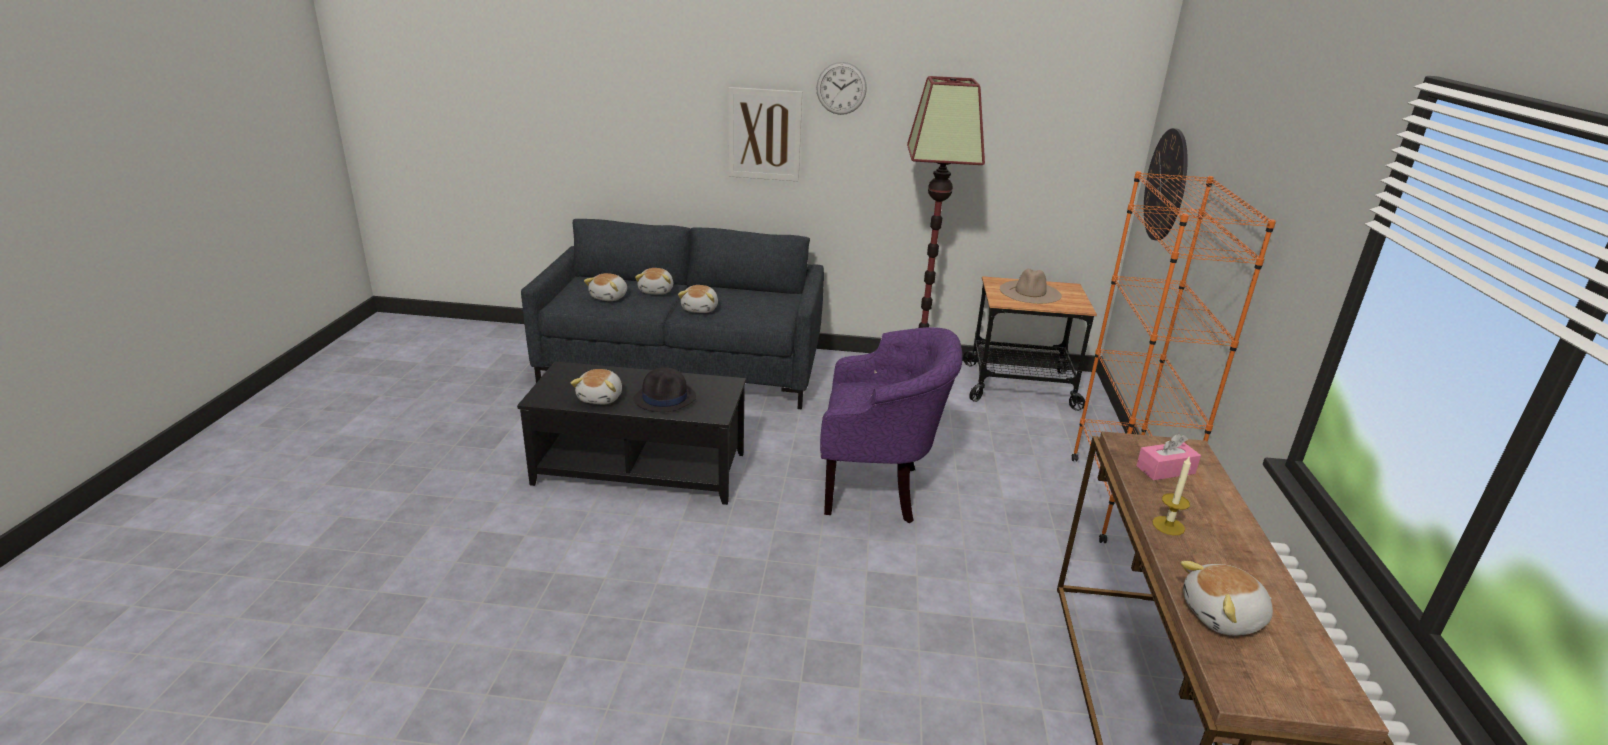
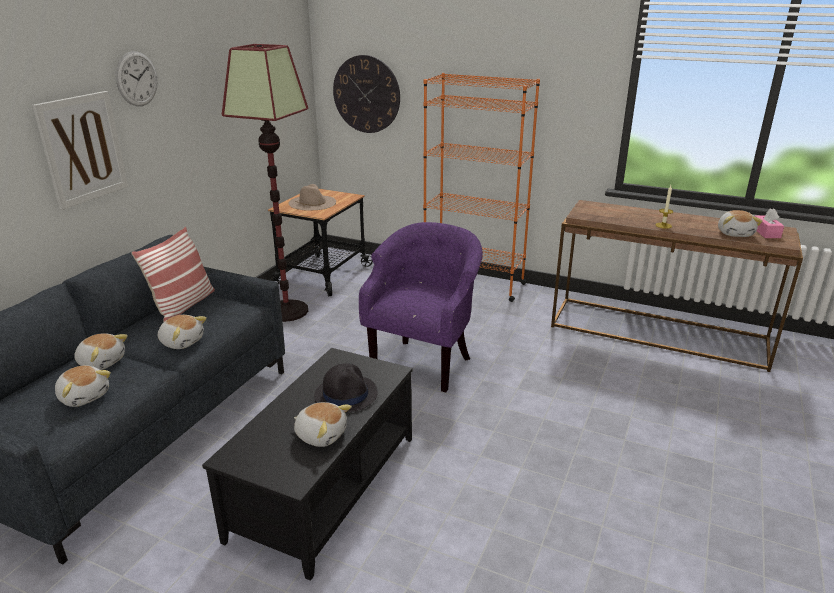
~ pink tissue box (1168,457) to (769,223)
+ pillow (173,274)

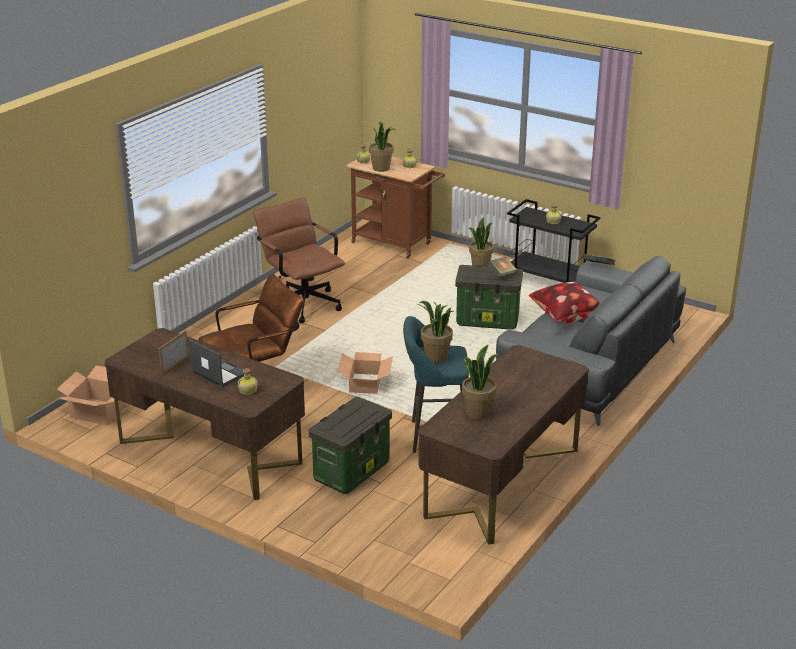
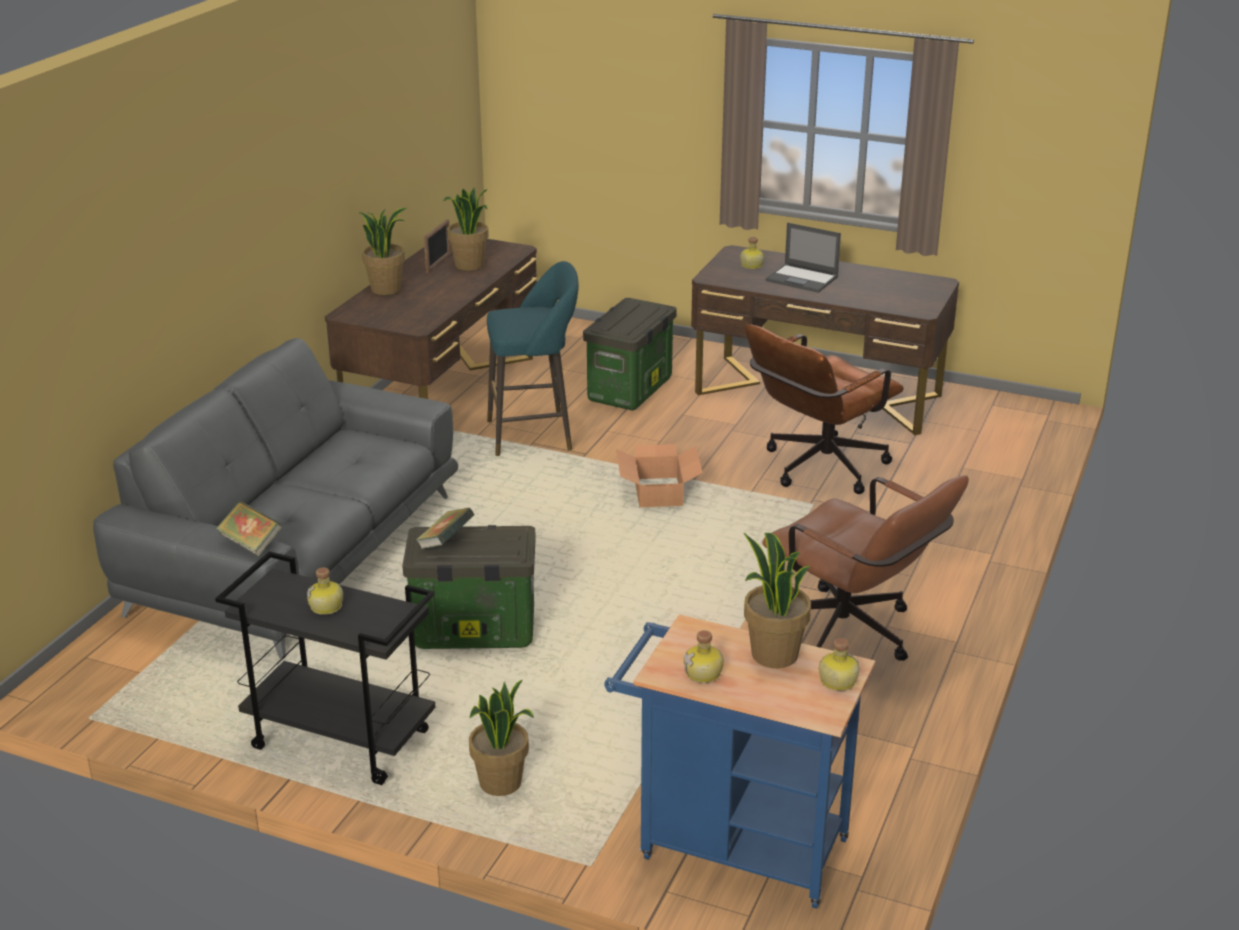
- cardboard box (92,395)
~ picture frame (173,352) to (437,246)
~ brown cart (395,206) to blue cart (739,762)
~ potted plant (436,332) to (382,251)
- pillow (564,302)

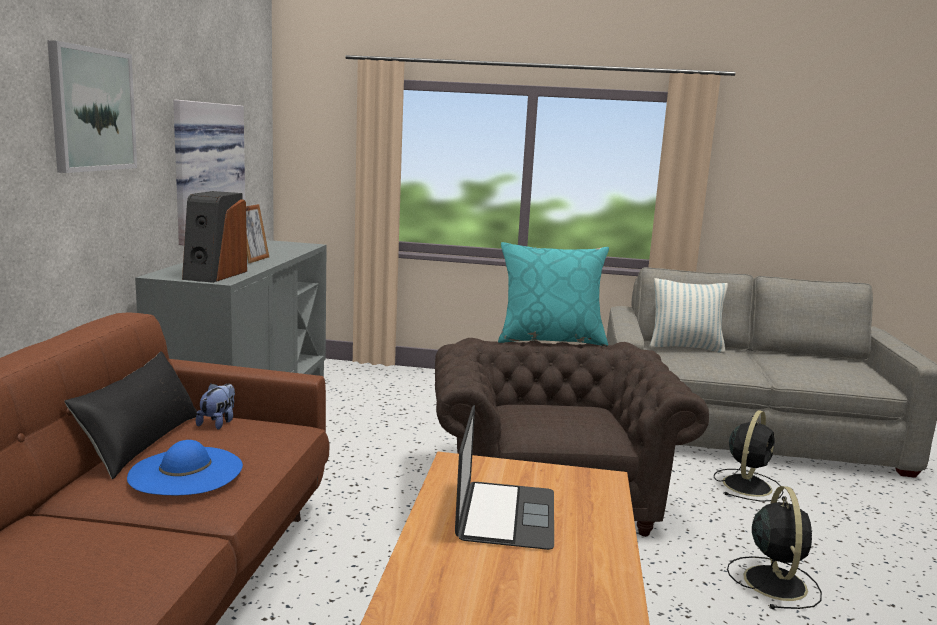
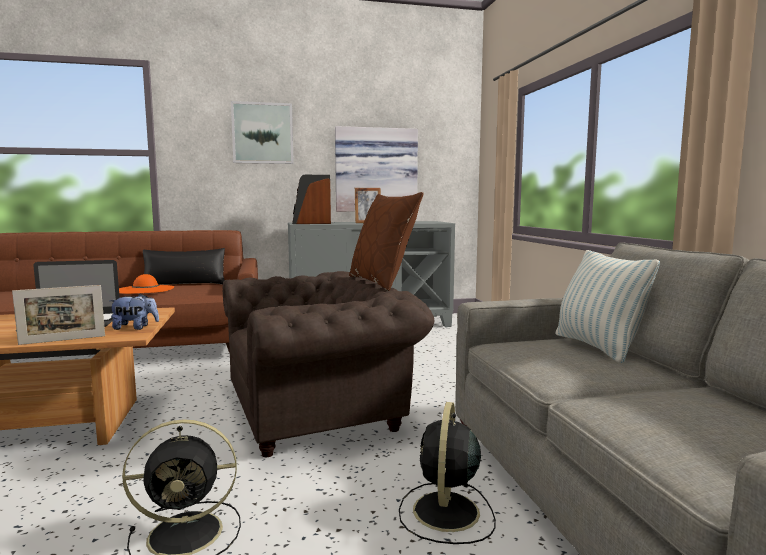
~ blue hat (185,468) to orange hat (146,284)
~ plush toy (215,406) to (134,311)
~ turquoise pillow (553,294) to brown pillow (386,241)
~ black fan (748,456) = (447,473) 90 degrees clockwise
+ picture frame (58,315)

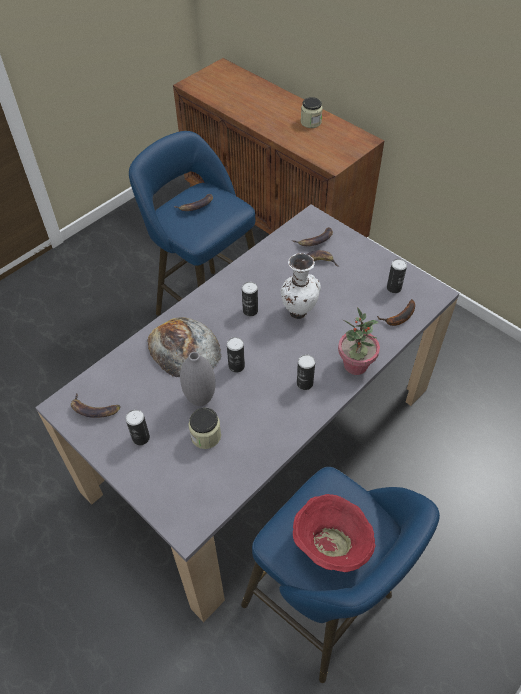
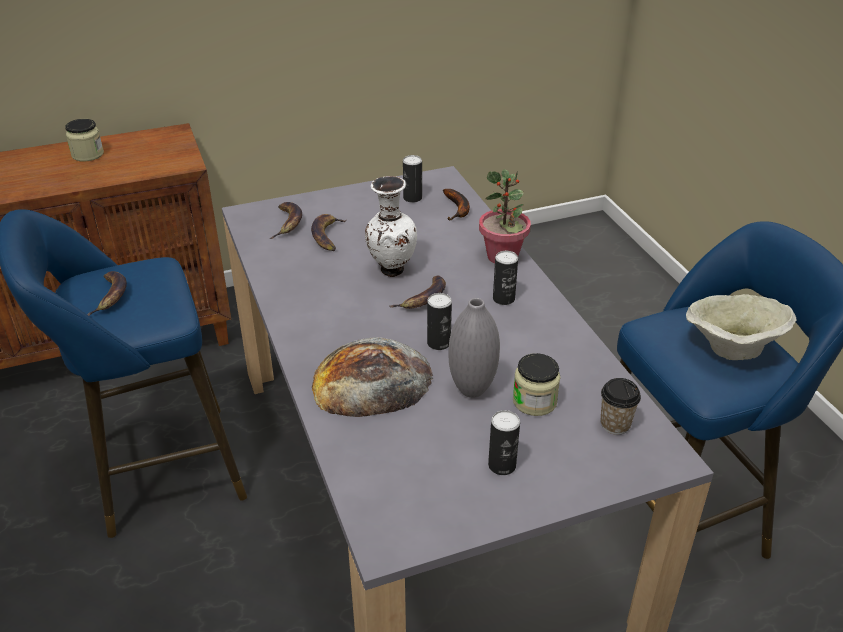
~ banana (96,405) to (417,292)
- can (250,299)
~ red bowl (334,533) to beige bowl (741,327)
+ cup (620,406)

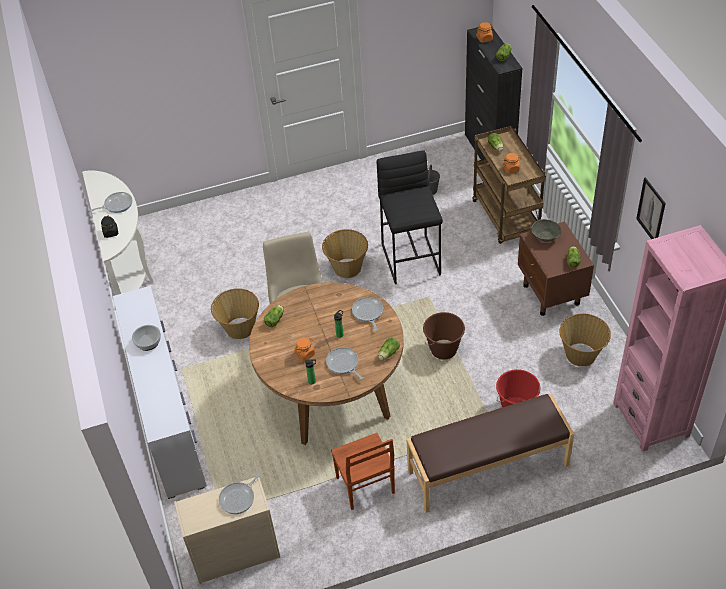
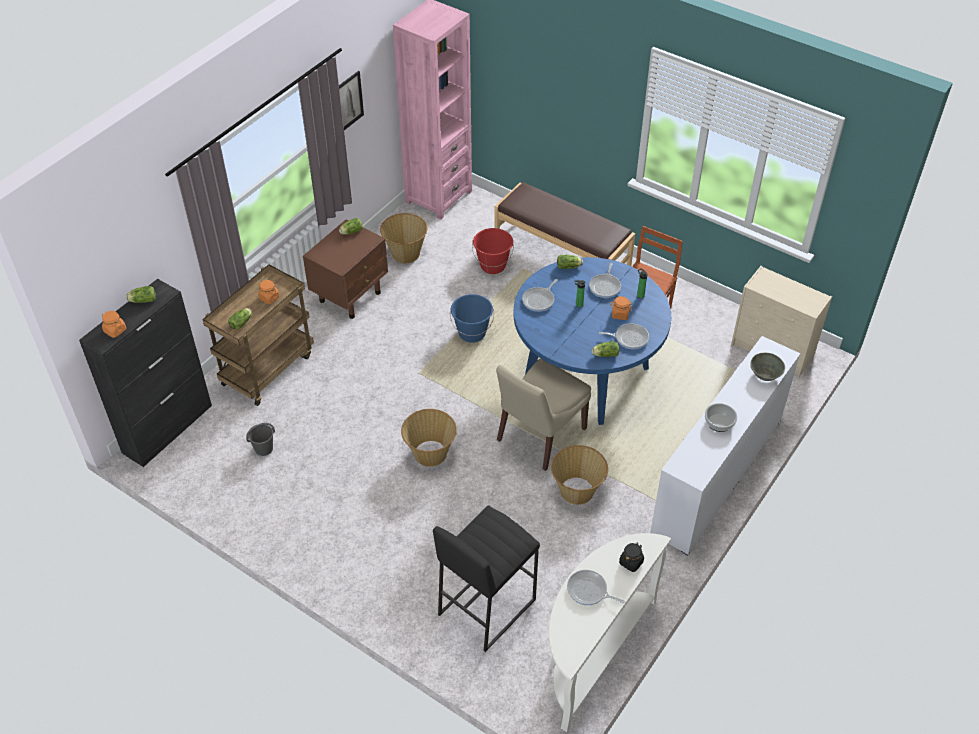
~ frying pan (240,493) to (624,336)
~ brown dining table (326,363) to blue dining table (592,341)
~ black stool (410,217) to (486,578)
~ brown bucket (444,336) to blue bucket (472,318)
~ grey bowl (546,230) to (767,367)

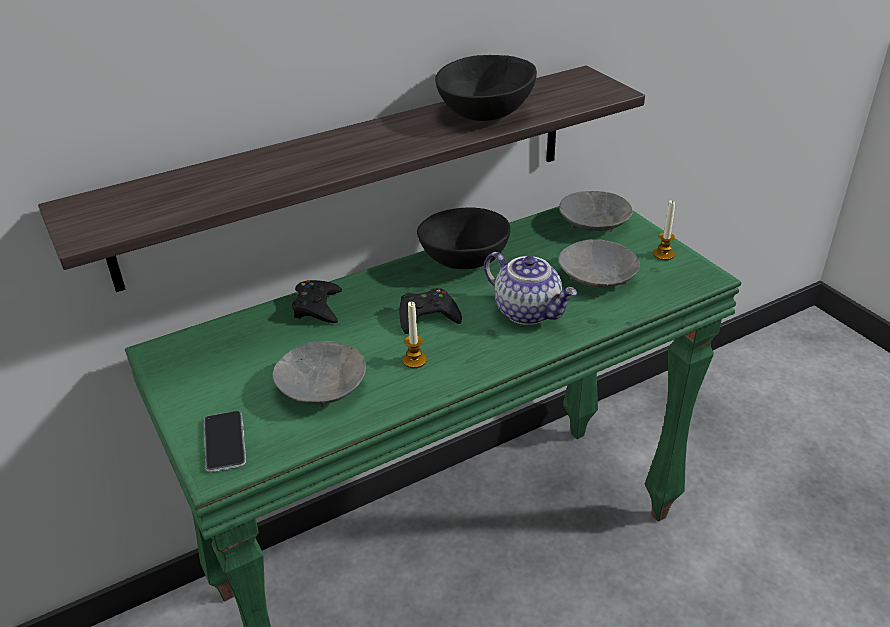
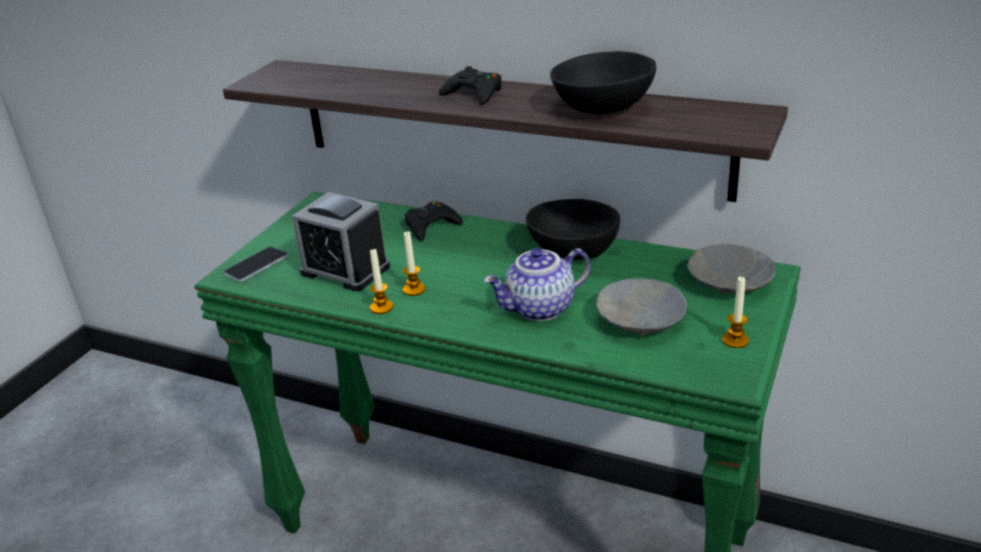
~ grey bowl (319,374) to alarm clock (341,242)
~ black game controller (431,311) to (470,85)
~ teapot (530,288) = (537,284) 60 degrees clockwise
+ candle (381,281)

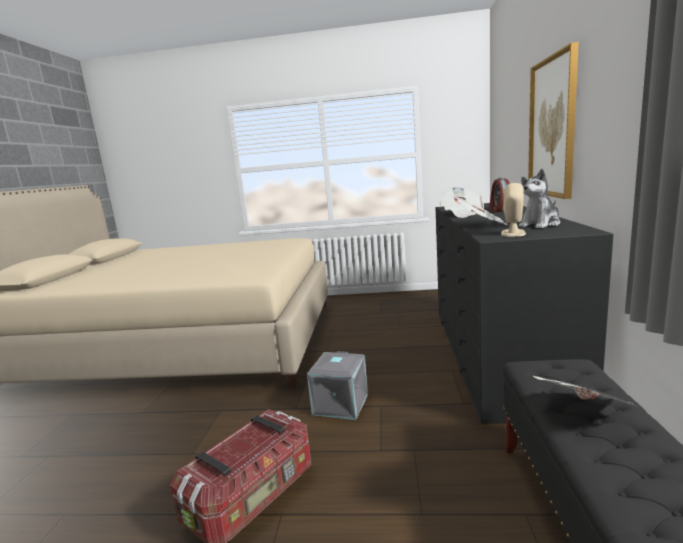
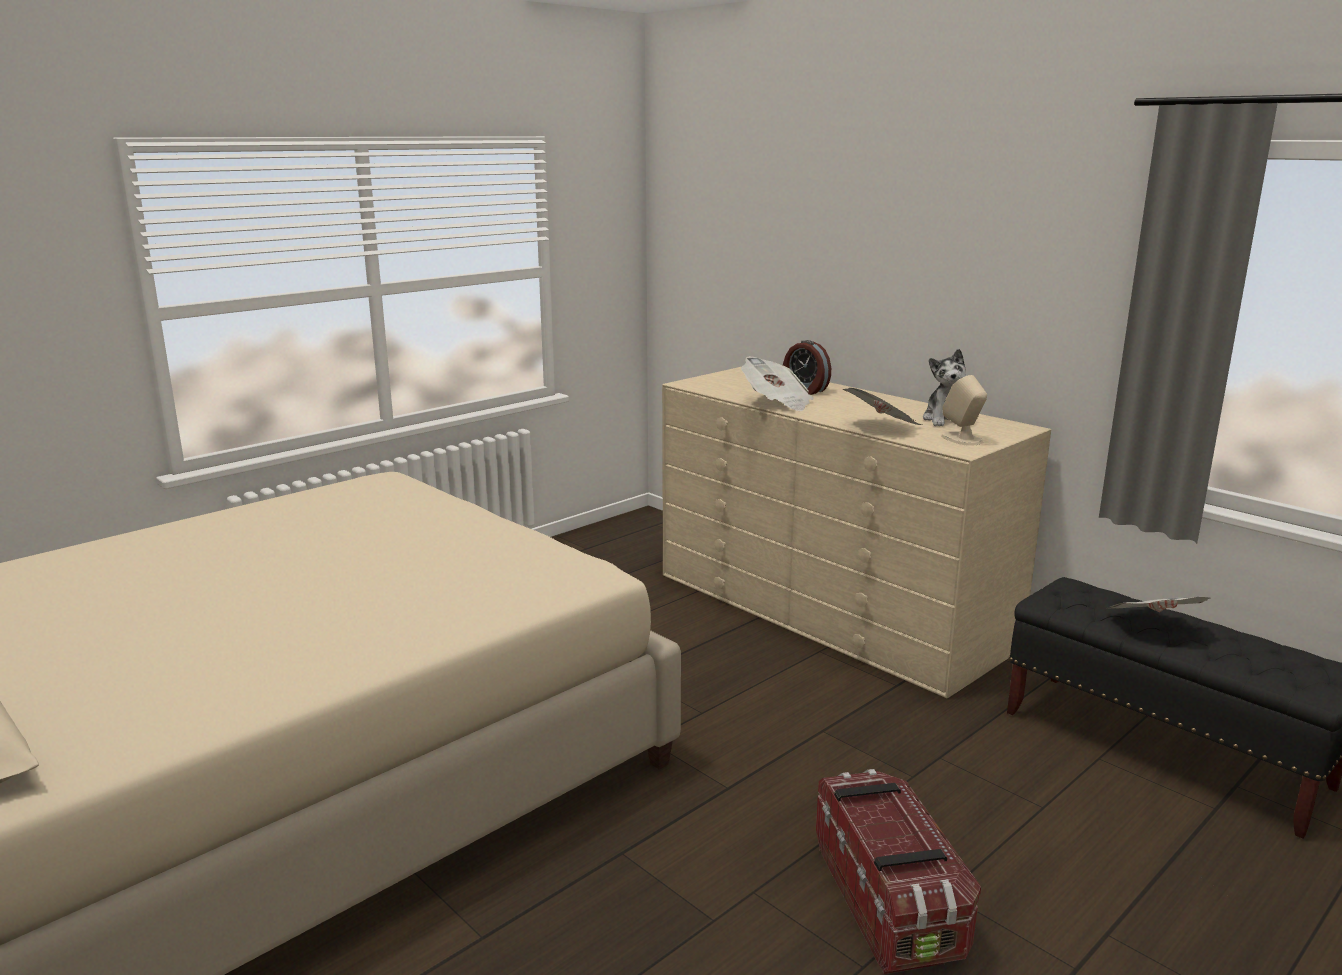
- grey storage box (337,385)
~ black dresser (524,313) to beige dresser (856,532)
- picture (553,120)

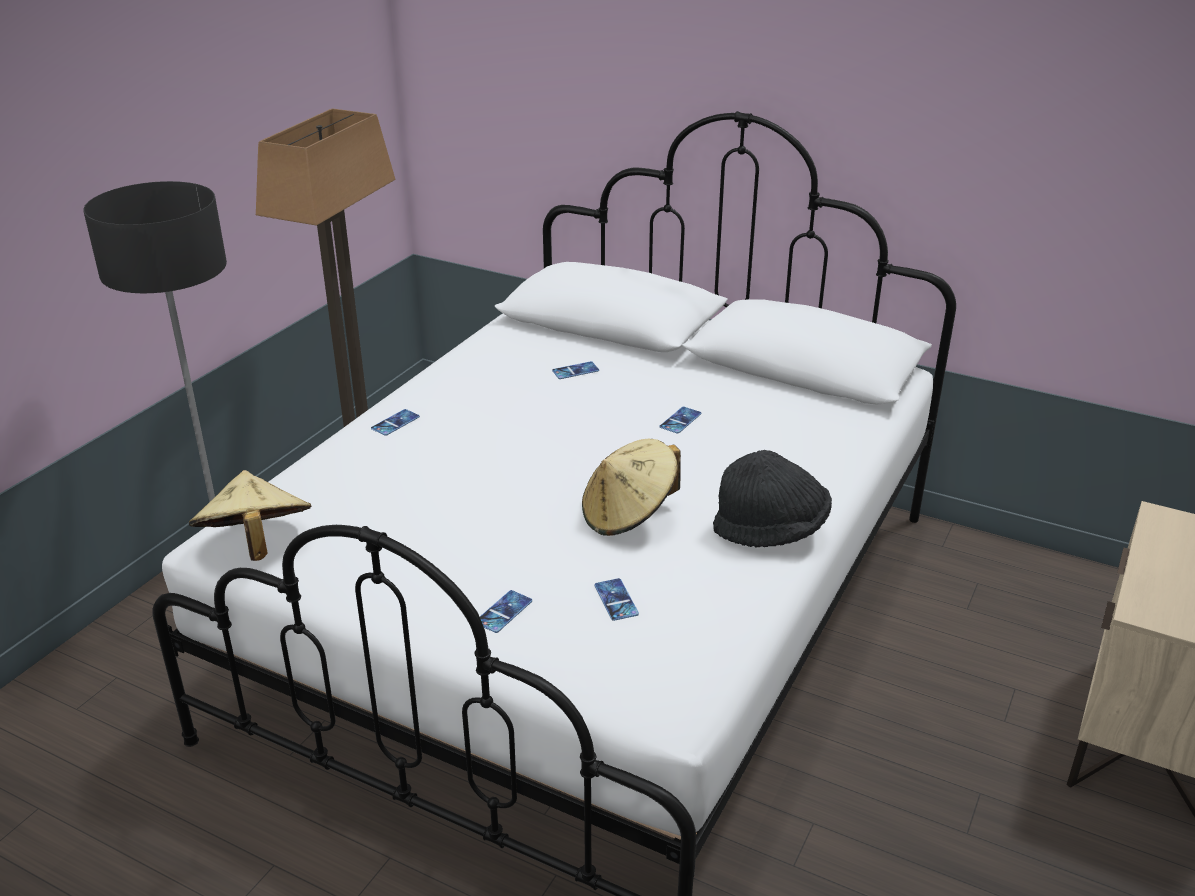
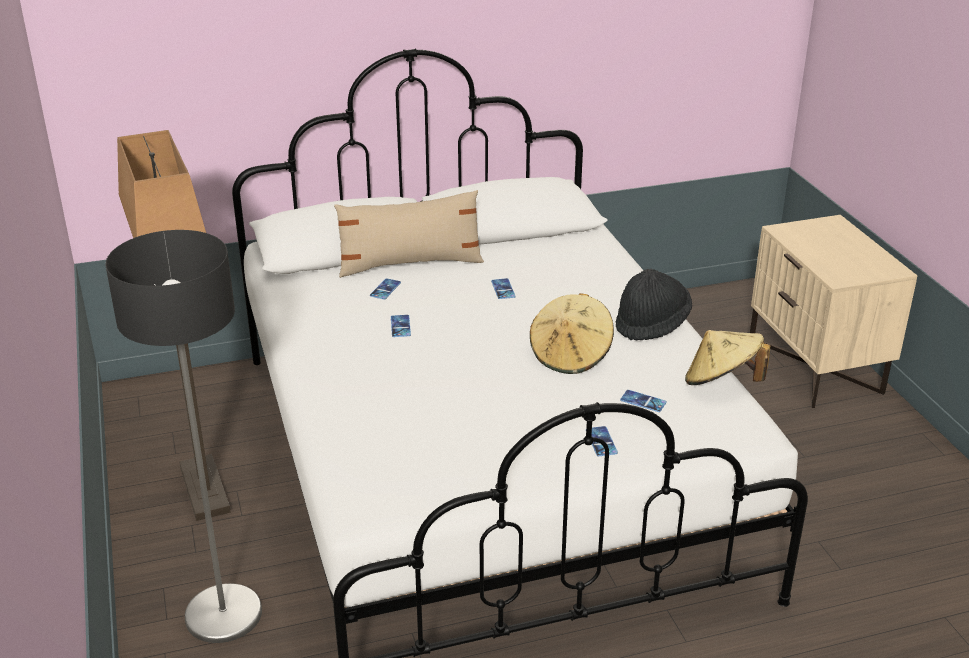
~ beige hat (250,515) to (727,357)
~ phone (395,422) to (401,326)
+ beige pillow (409,234)

